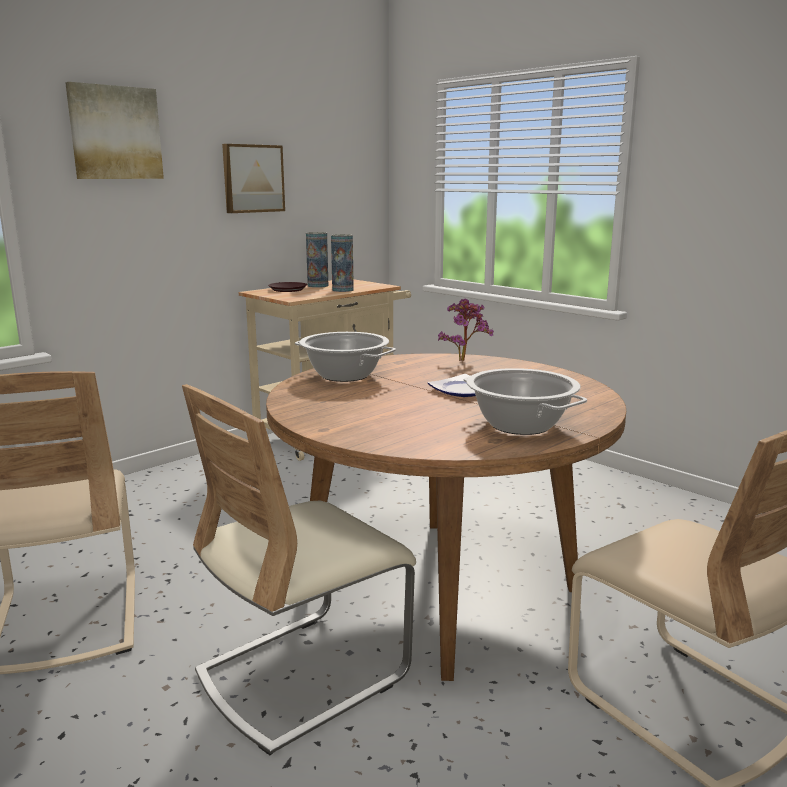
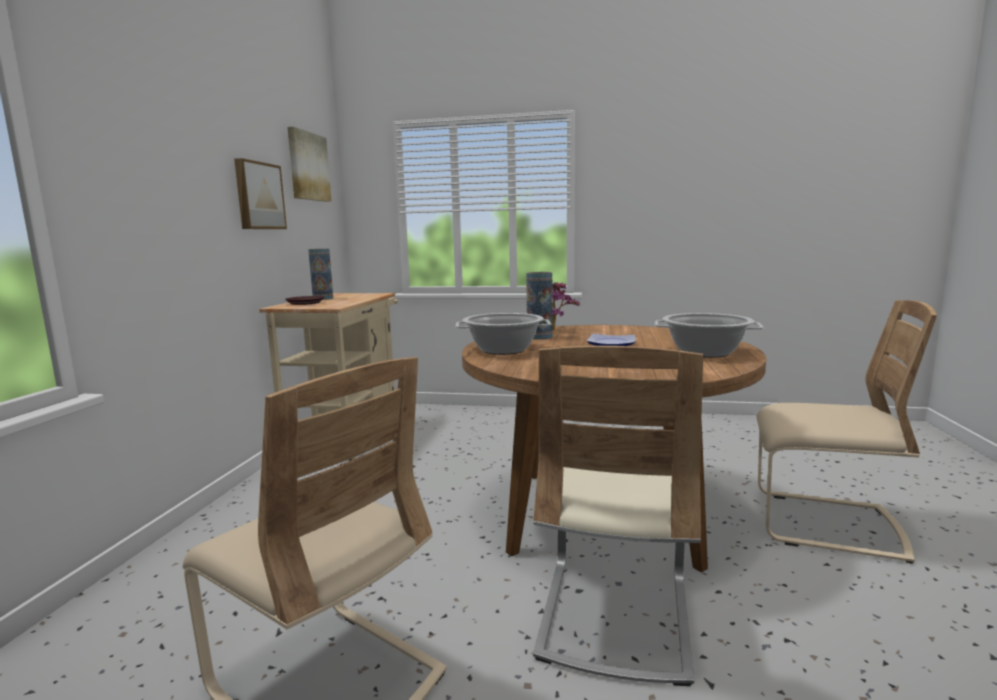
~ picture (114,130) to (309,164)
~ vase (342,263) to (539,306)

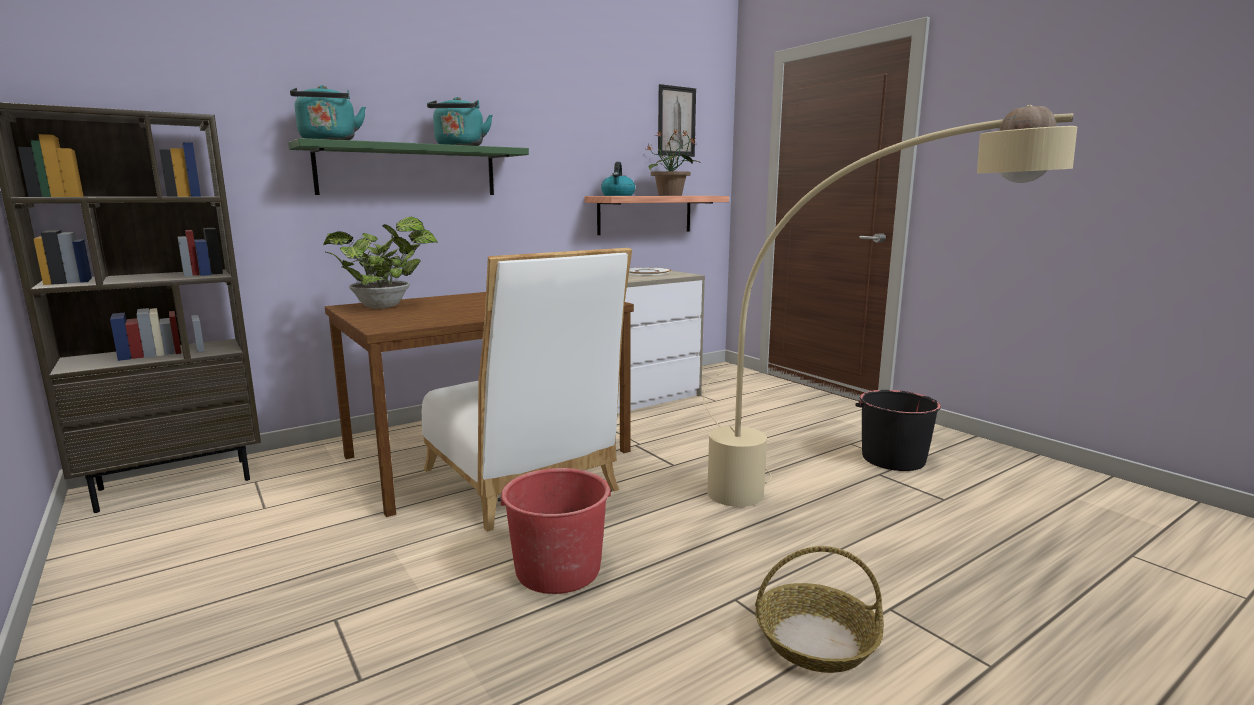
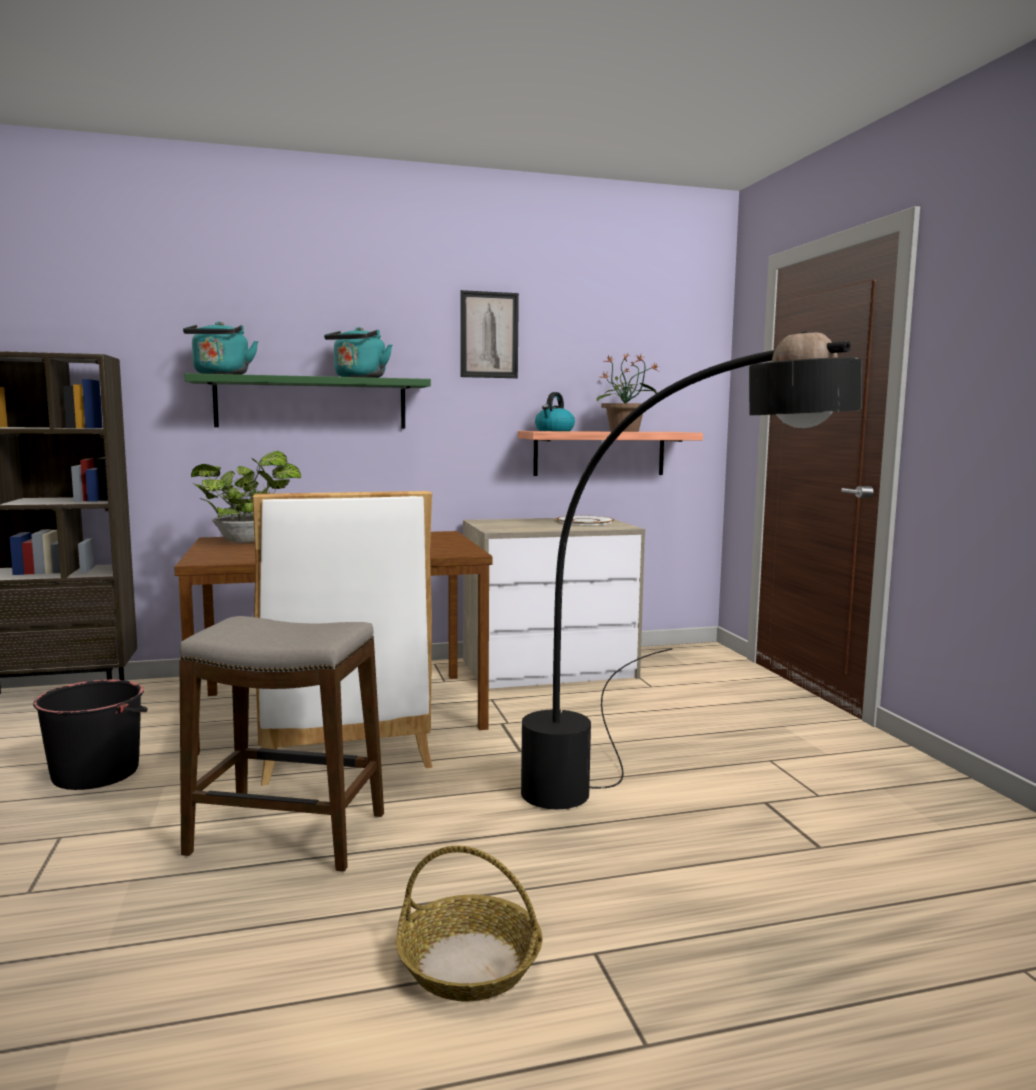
~ red bucket (555,531) to stool (281,744)
~ picture (677,120) to (490,334)
~ beige floor lamp (890,306) to black floor lamp (691,570)
~ black bucket (898,430) to (90,735)

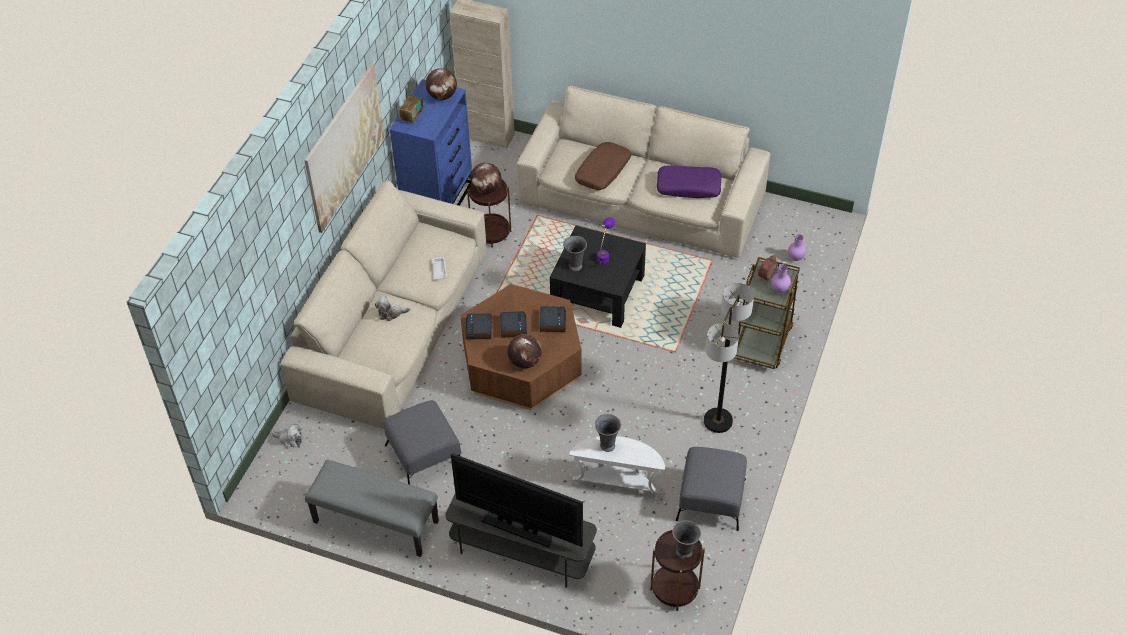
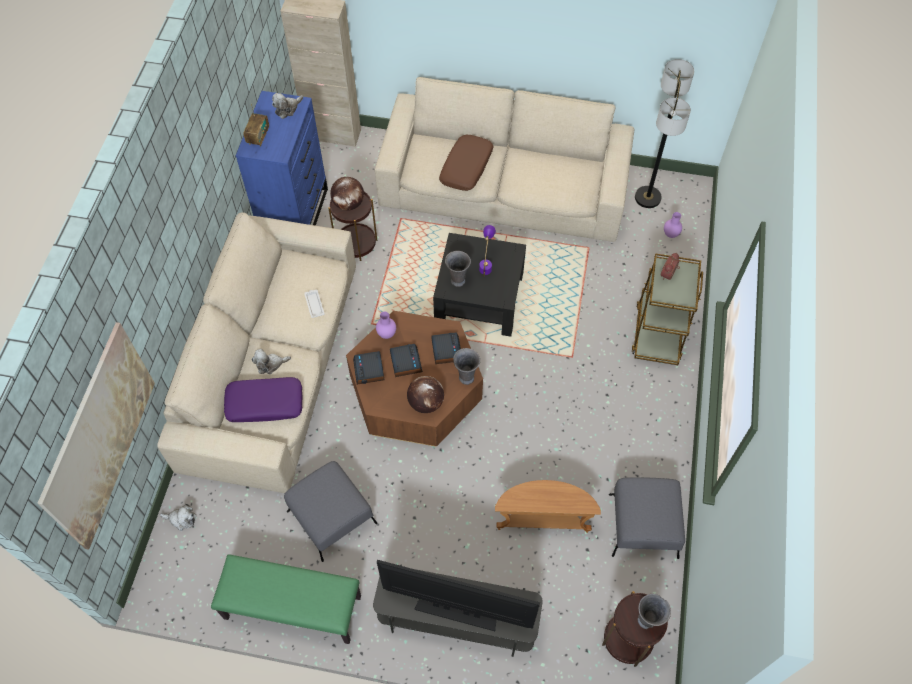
~ picture (344,148) to (96,436)
~ grey bench (372,508) to green bench (286,599)
~ globe (441,84) to plush toy (287,106)
~ white side table (617,467) to brown side table (548,506)
~ grey vase (608,433) to (466,366)
~ purple pillow (689,182) to (263,399)
~ floor lamp (729,358) to (664,133)
~ purple vase (781,278) to (386,325)

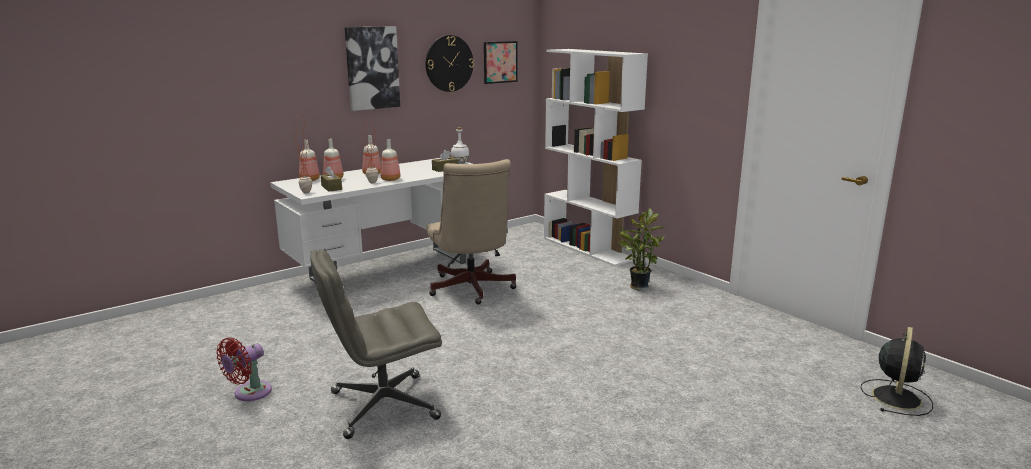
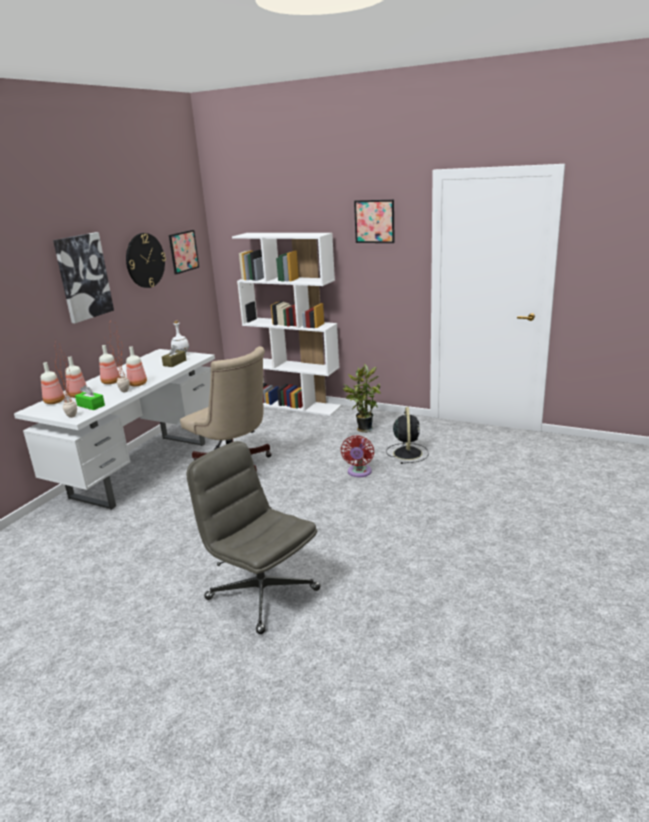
~ red fan (244,369) to (357,456)
~ grey office chair (376,344) = (253,537) 90 degrees clockwise
~ brown tissue box (331,179) to green tissue box (90,397)
~ black fan (897,371) to (407,435)
+ picture (374,221)

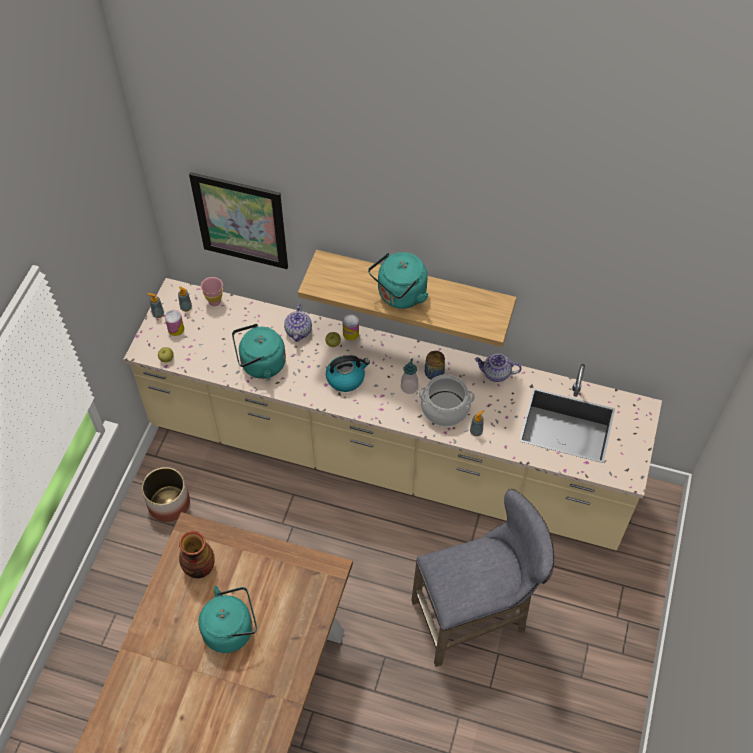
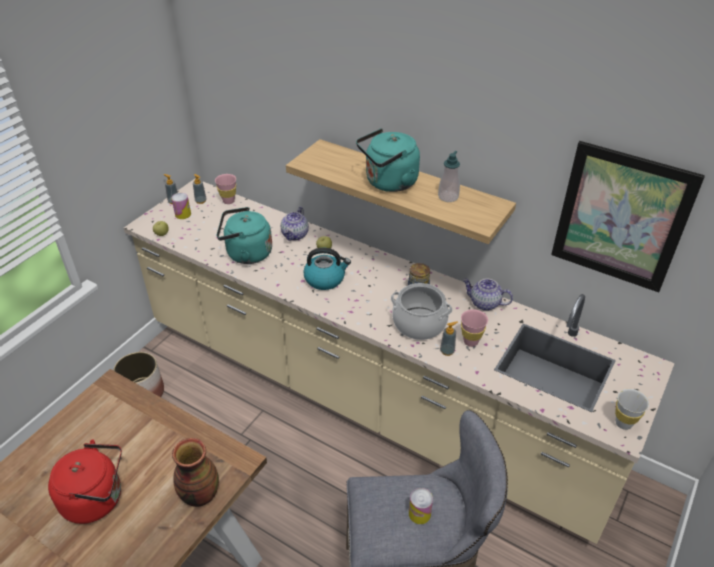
~ vase (197,554) to (195,472)
~ picture (238,220) to (628,216)
~ turquoise kettle (227,619) to red kettle (85,482)
~ can (350,327) to (421,506)
~ soap dispenser (409,376) to (449,176)
+ pink cup (474,328)
+ white cup (632,409)

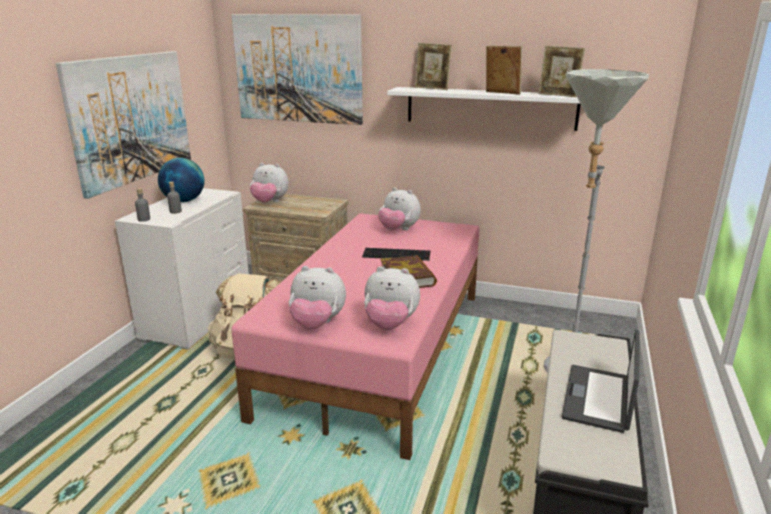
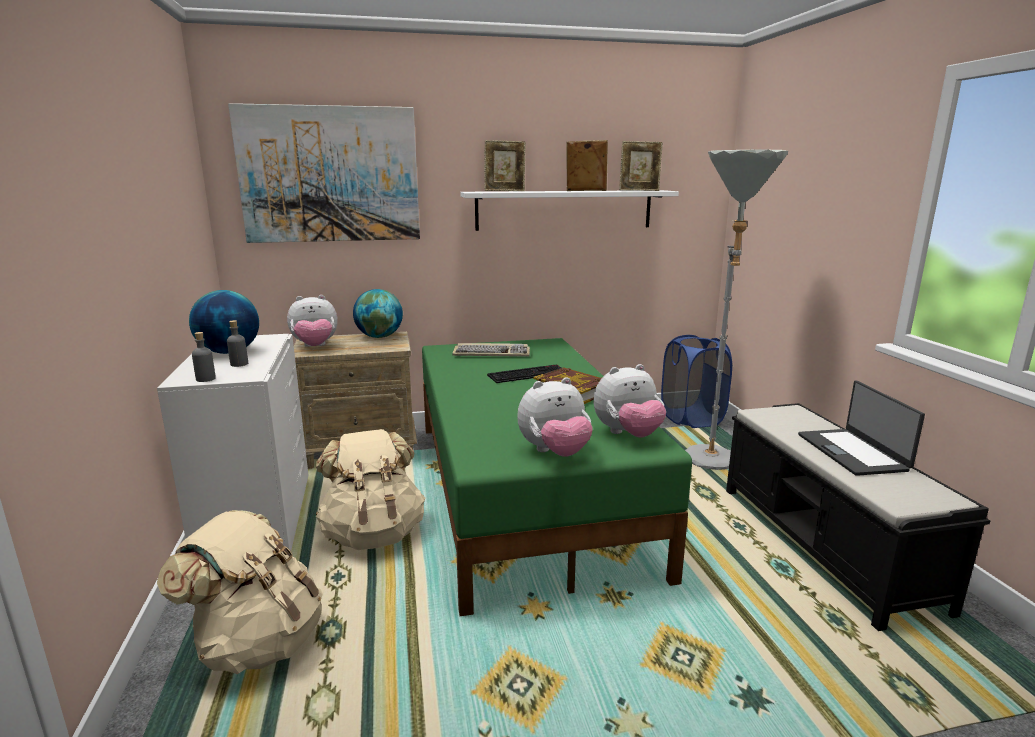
- picture (123,125)
~ pink bed (356,336) to green bed (557,477)
~ plush toy (399,208) to keyboard (491,350)
+ beige backpack (240,592)
+ globe (378,313)
+ blue laundry basket (696,381)

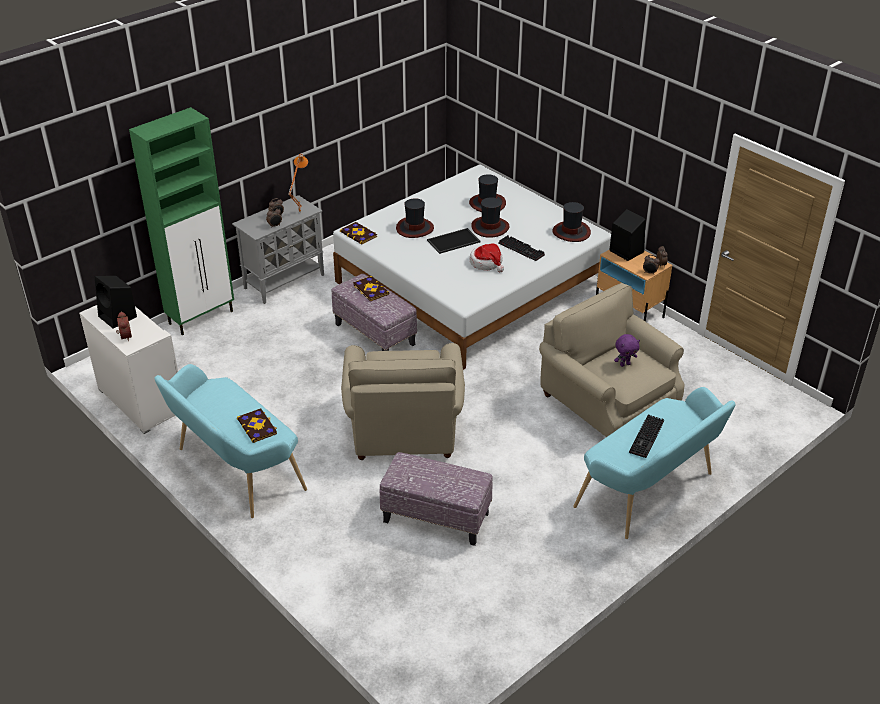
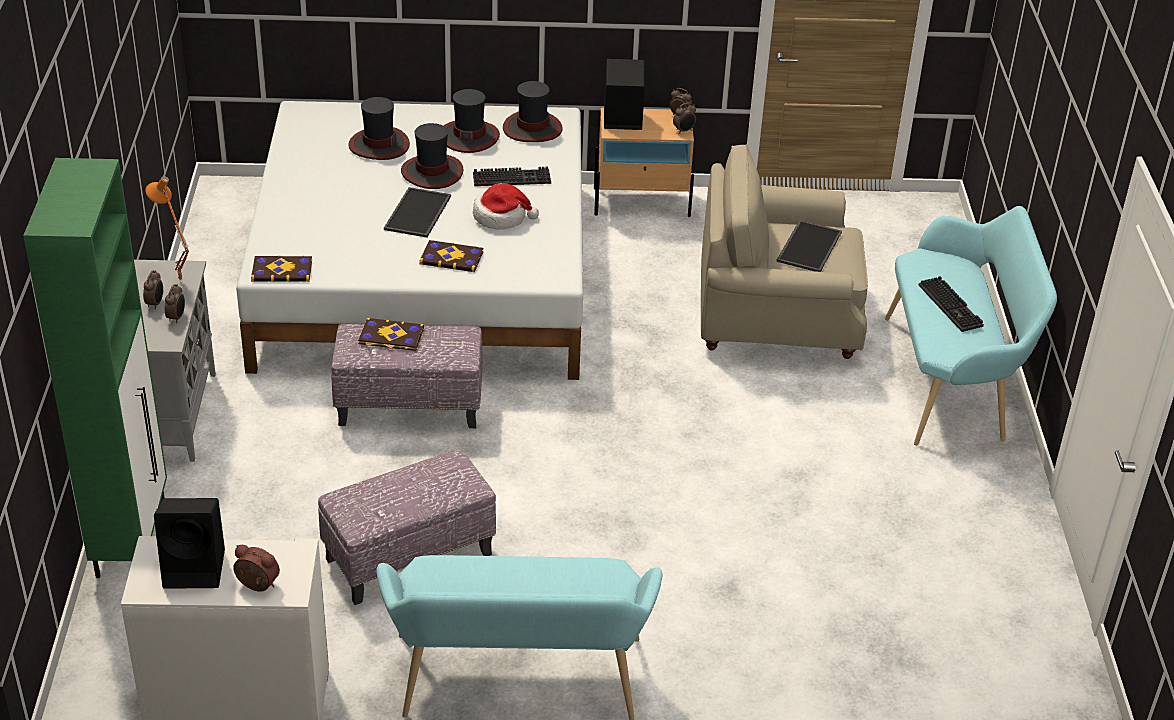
~ book (257,425) to (451,256)
- beige armchair (403,401)
~ ottoman (436,499) to (407,527)
~ hat (415,218) to (471,121)
~ purple plush toy (627,350) to tray (809,246)

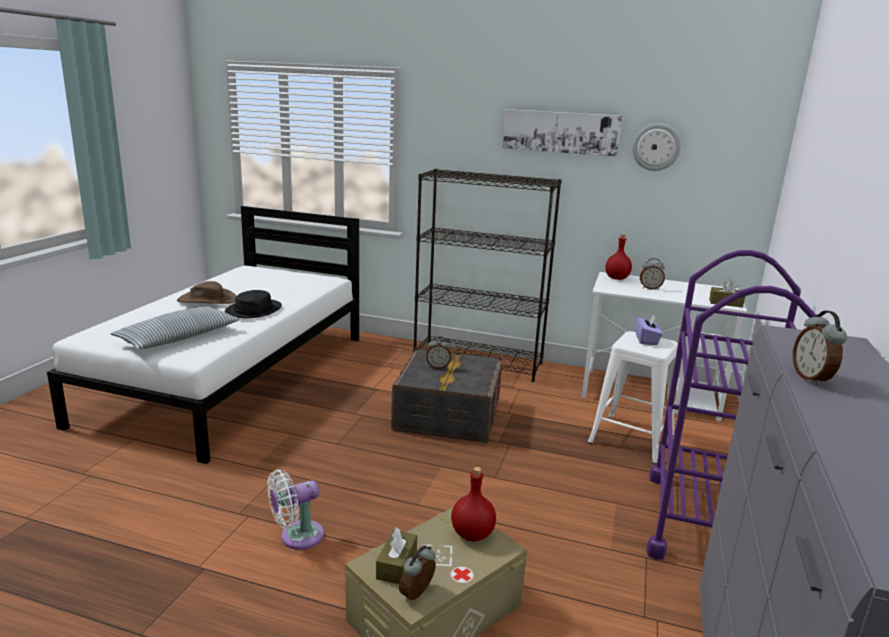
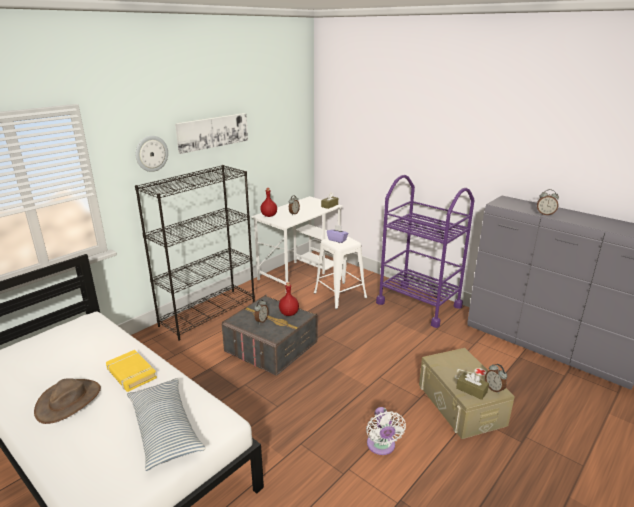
~ black hat (253,304) to yellow book (131,371)
~ red bottle (473,504) to (289,299)
~ wall clock (656,147) to (152,154)

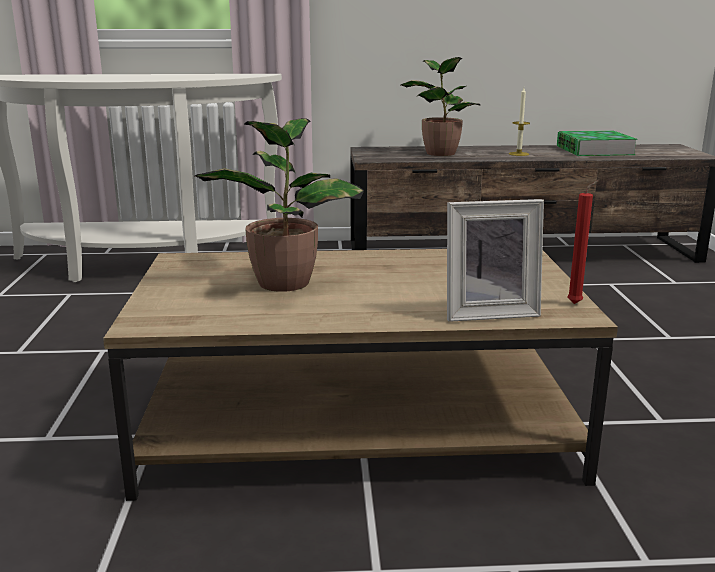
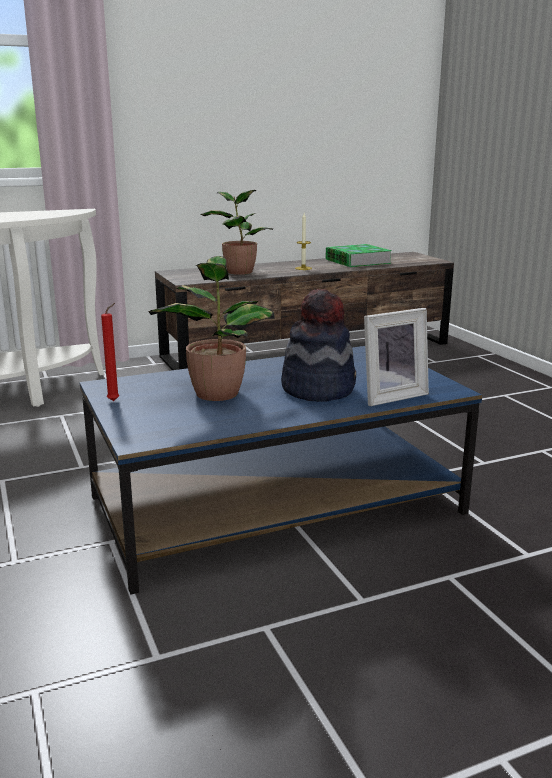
~ brown coffee table (360,375) to blue coffee table (281,470)
~ red candle (583,242) to (110,352)
+ hat (318,345)

